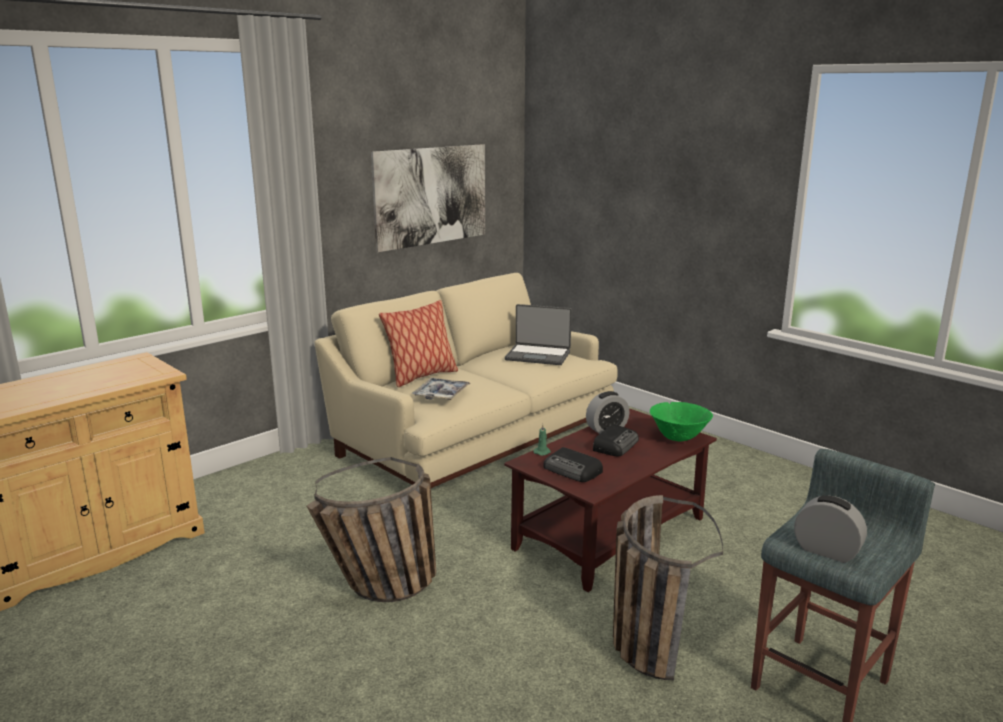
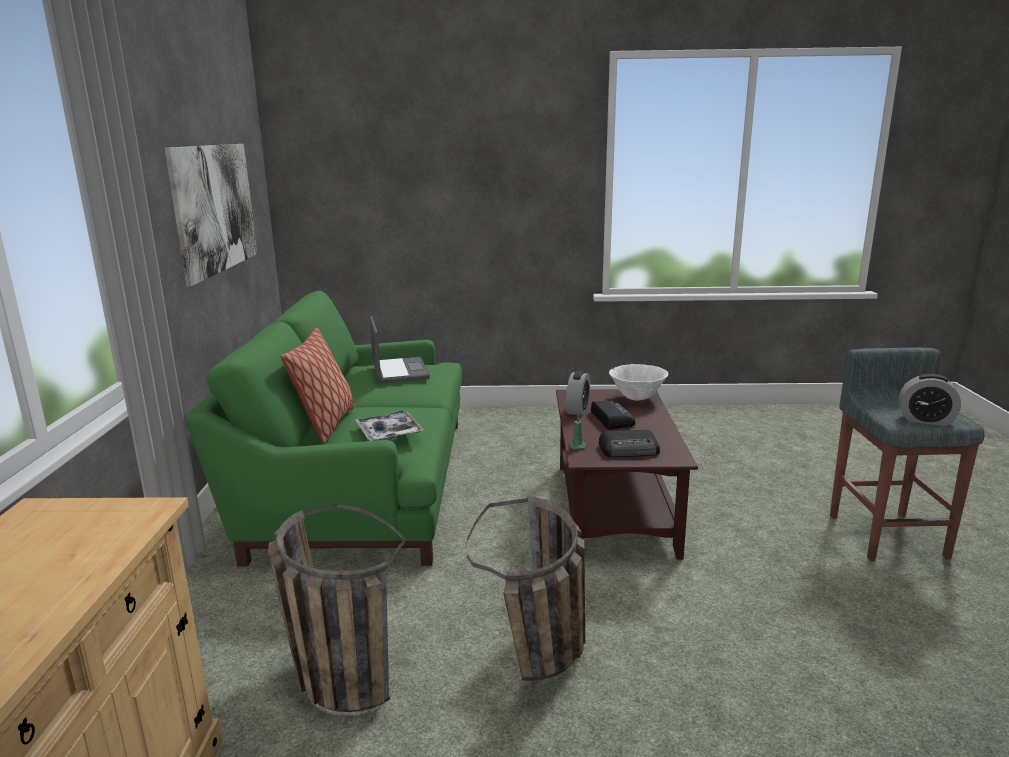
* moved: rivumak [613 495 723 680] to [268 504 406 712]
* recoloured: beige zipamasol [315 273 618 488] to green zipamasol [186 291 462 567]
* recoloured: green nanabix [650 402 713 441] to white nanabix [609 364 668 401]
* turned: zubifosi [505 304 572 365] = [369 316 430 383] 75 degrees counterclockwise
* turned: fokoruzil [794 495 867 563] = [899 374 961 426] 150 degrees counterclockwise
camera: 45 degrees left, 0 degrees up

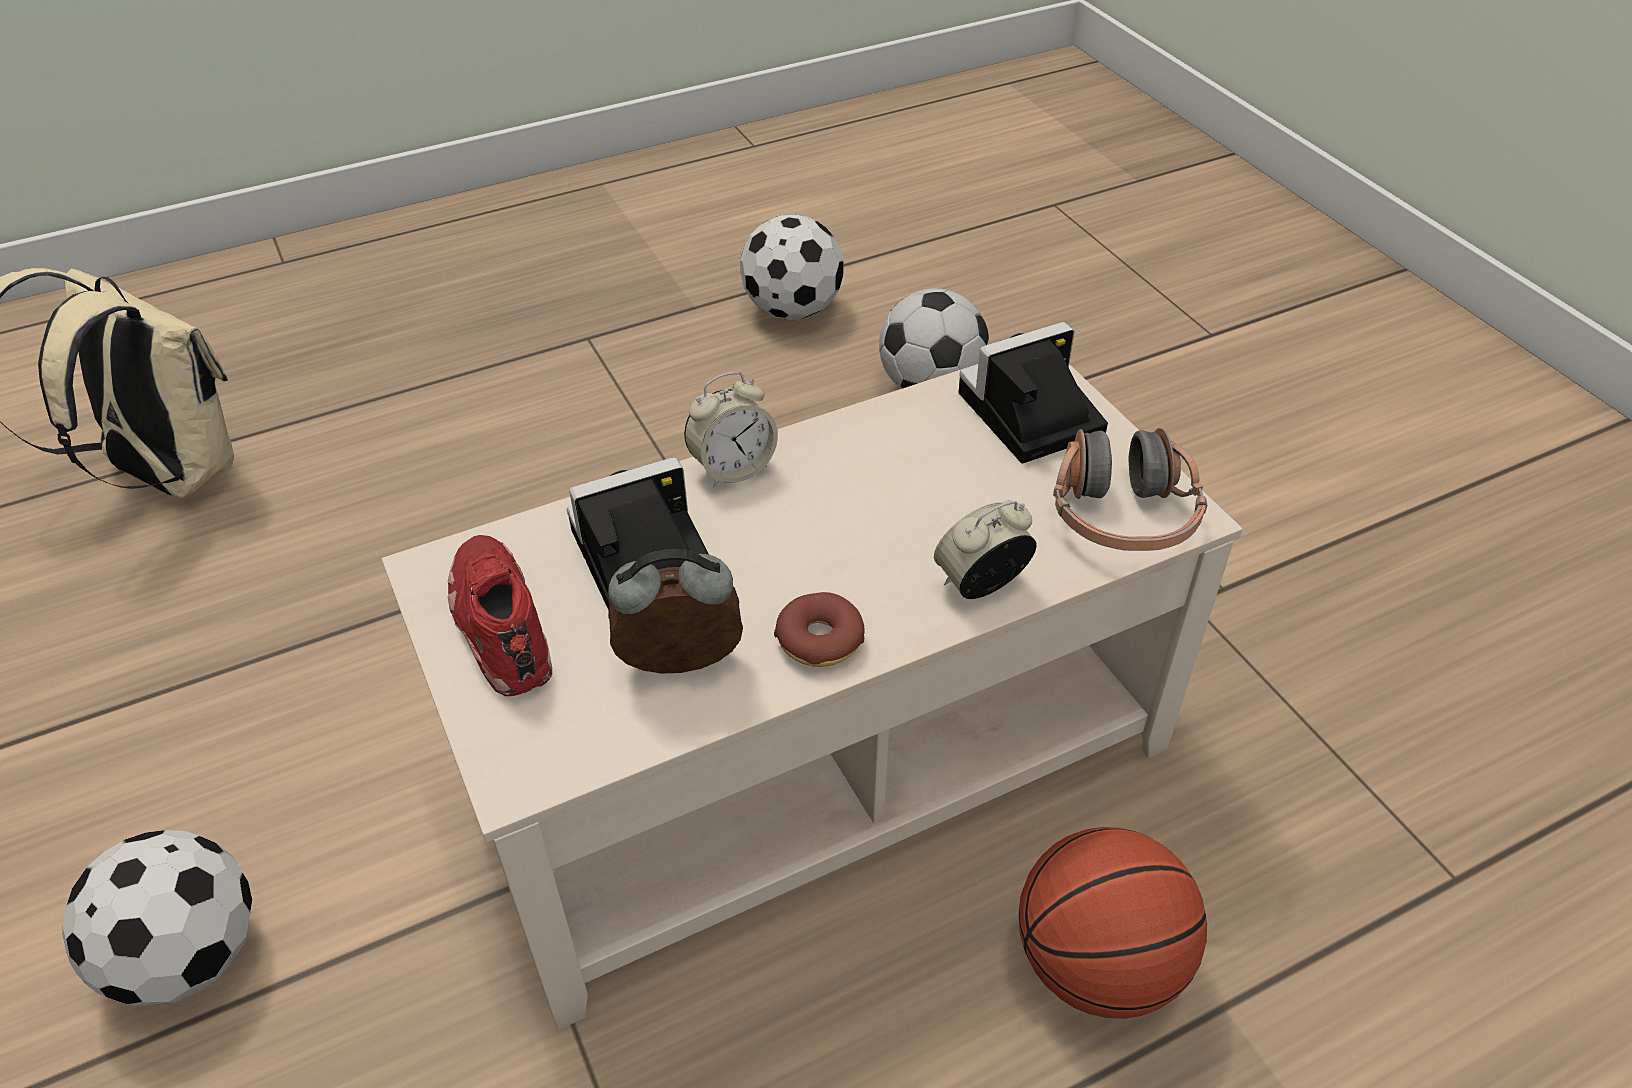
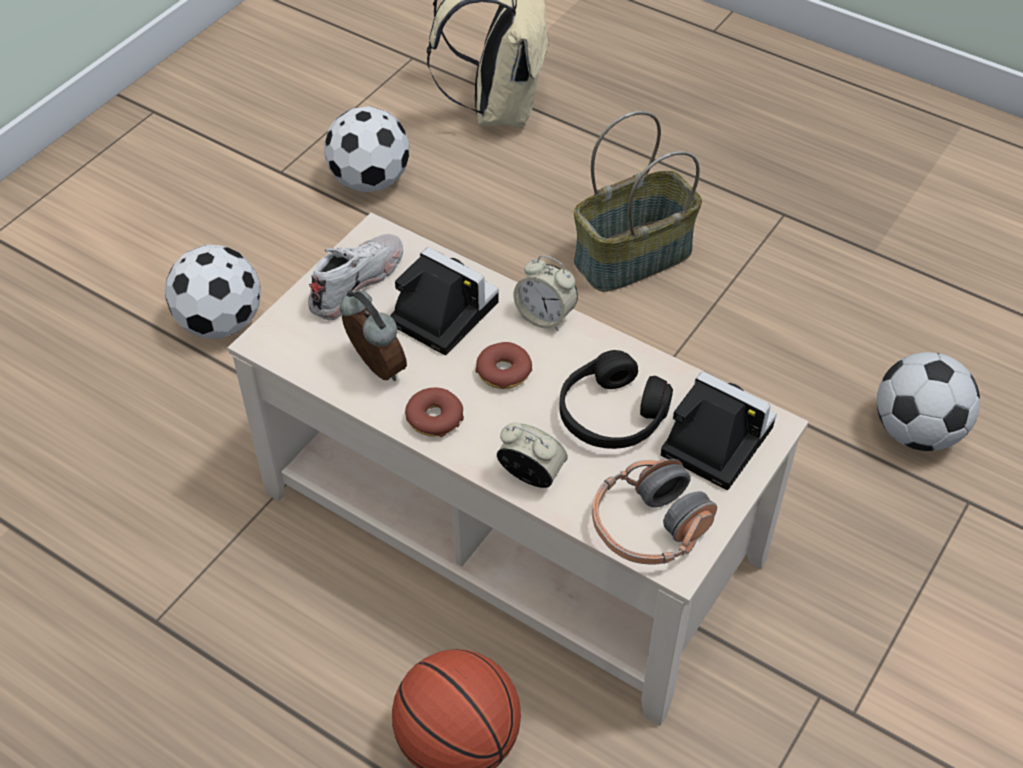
* added: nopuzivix [475 342 532 389]
* added: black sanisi [559 350 673 449]
* added: rivumak [574 111 702 292]
* moved: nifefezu [740 214 844 320] to [324 106 410 192]
* recoloured: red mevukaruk [448 535 552 696] to white mevukaruk [308 234 403 320]
camera: 60 degrees right, 5 degrees up

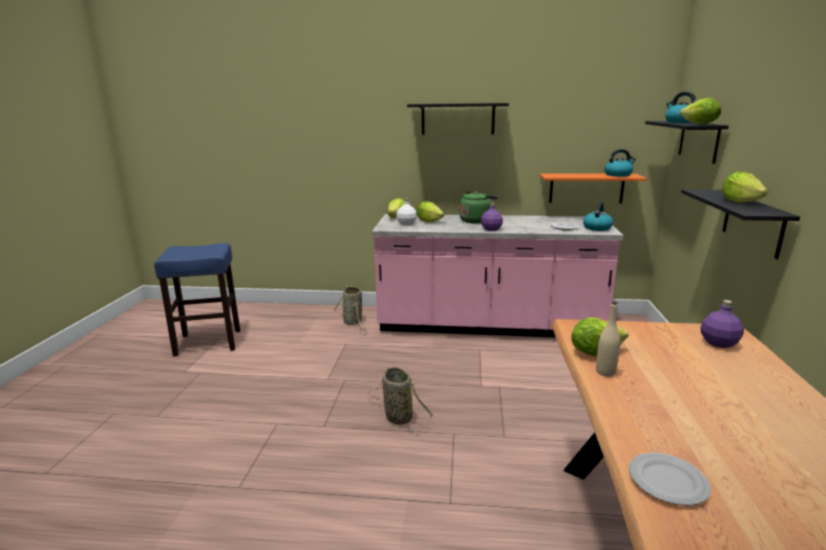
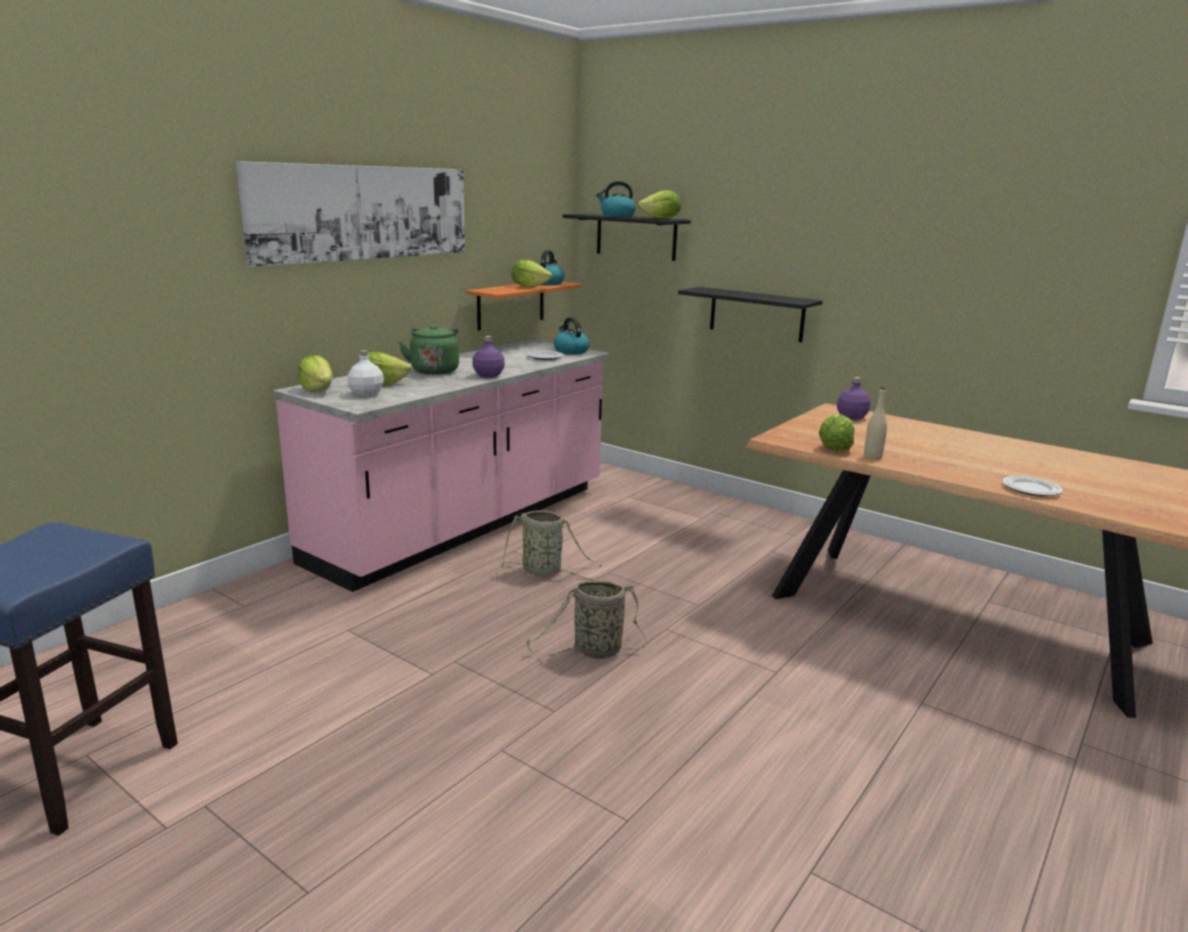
* moved: rivumak [334 285 367 331] to [500 510 602 576]
* moved: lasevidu [722 172 768 203] to [511 259 552 288]
* replaced: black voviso [407 103 509 135] to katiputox [236 161 465 267]
camera: 60 degrees left, 0 degrees up

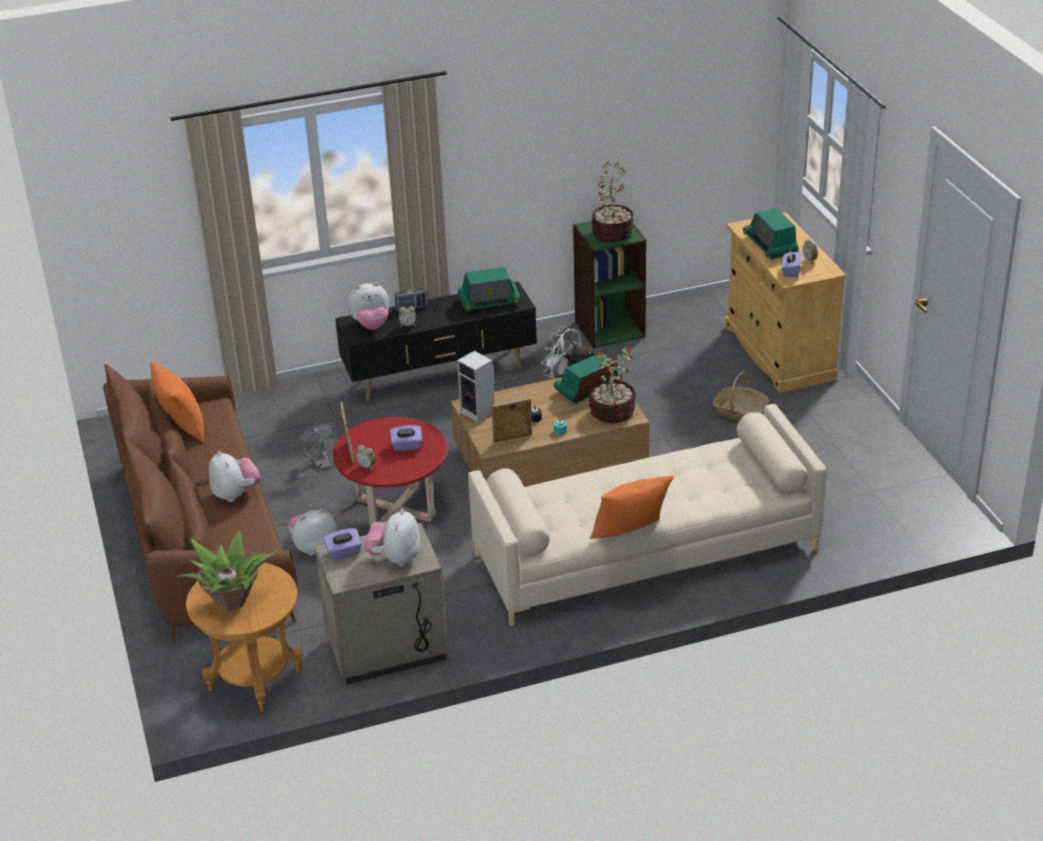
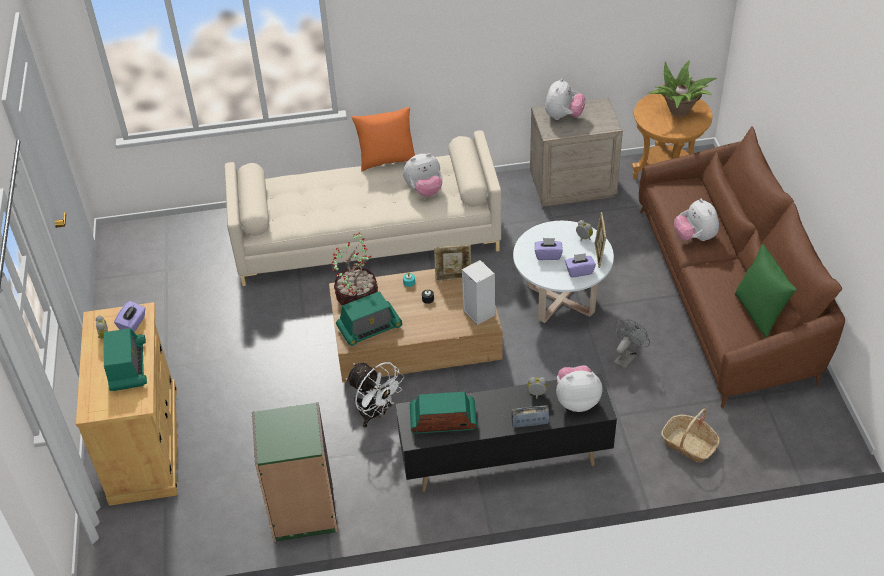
* removed: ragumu [592 161 634 243]
* moved: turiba [288 509 337 556] to [403 153 442 197]
* moved: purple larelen [323 528 362 560] to [565 253 596 278]
* moved: rivumak [713 371 769 421] to [661 408 720 463]
* recoloured: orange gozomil [150 361 204 442] to green gozomil [735 244 797 338]
* recoloured: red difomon [333 417 447 528] to white difomon [513 221 614 323]
* turned: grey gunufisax [299 422 341 470] = [614 319 650 369] 45 degrees clockwise
camera: 170 degrees left, 10 degrees up

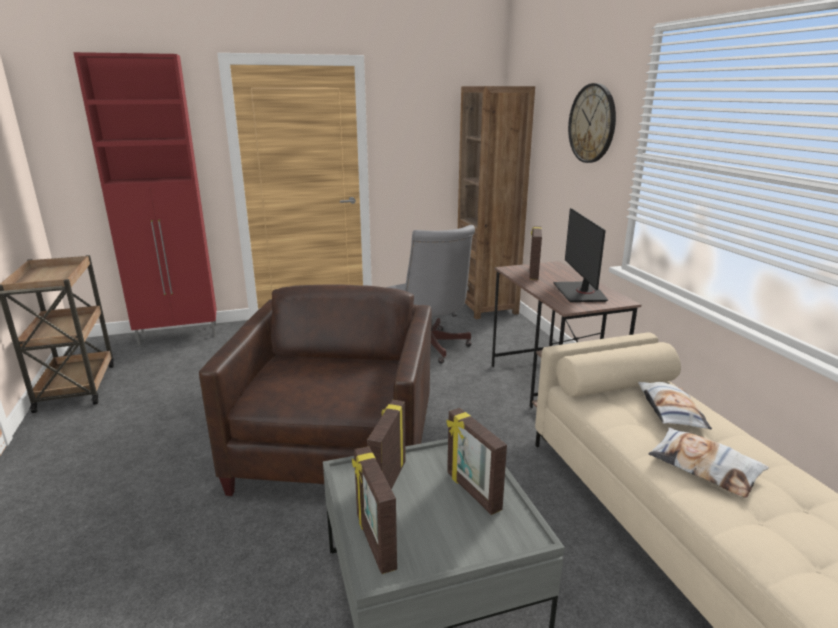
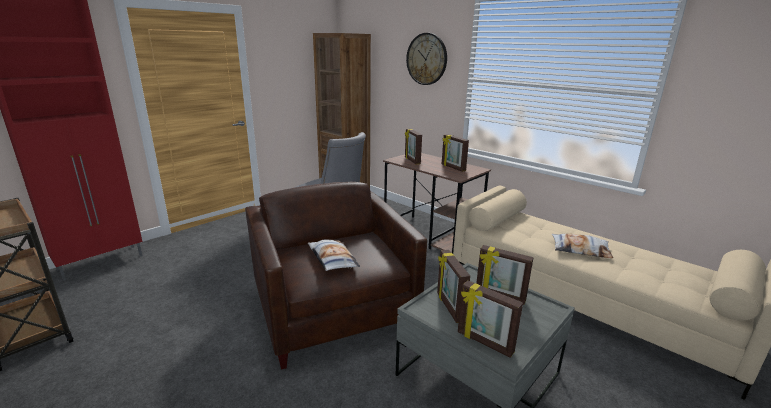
* moved: gozomil [638 382 712 429] to [308 239 360 271]
* replaced: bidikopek [553 208 608 302] to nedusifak [442 134 469 172]
camera: 30 degrees left, 0 degrees up

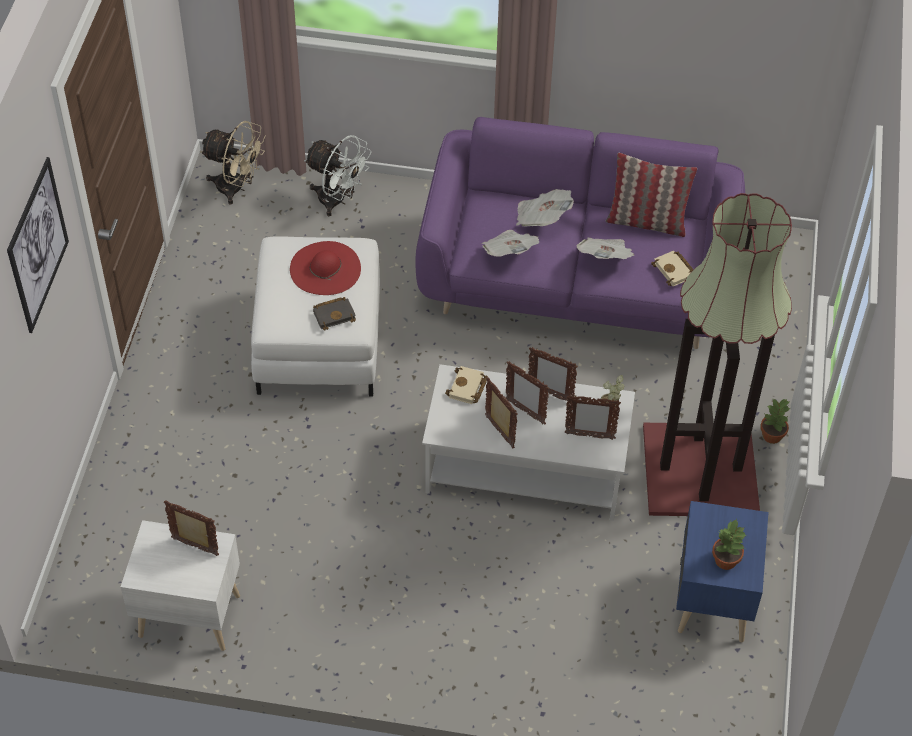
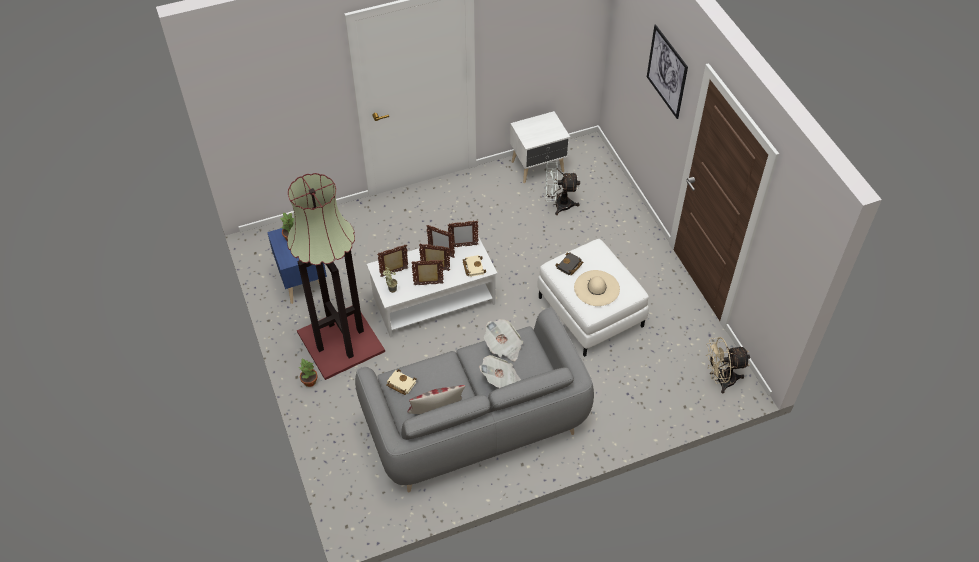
* removed: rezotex [576 238 635 259]
* moved: nedusifak [164 500 219 556] to [448 220 478 247]
* moved: white gunufisax [304 135 371 217] to [546 162 580 215]
* recoloured: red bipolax [290 241 361 295] to beige bipolax [574 270 620 306]
* recoloured: purple zipamasol [415 117 745 349] to grey zipamasol [355 307 594 492]
camera: 150 degrees right, 0 degrees up

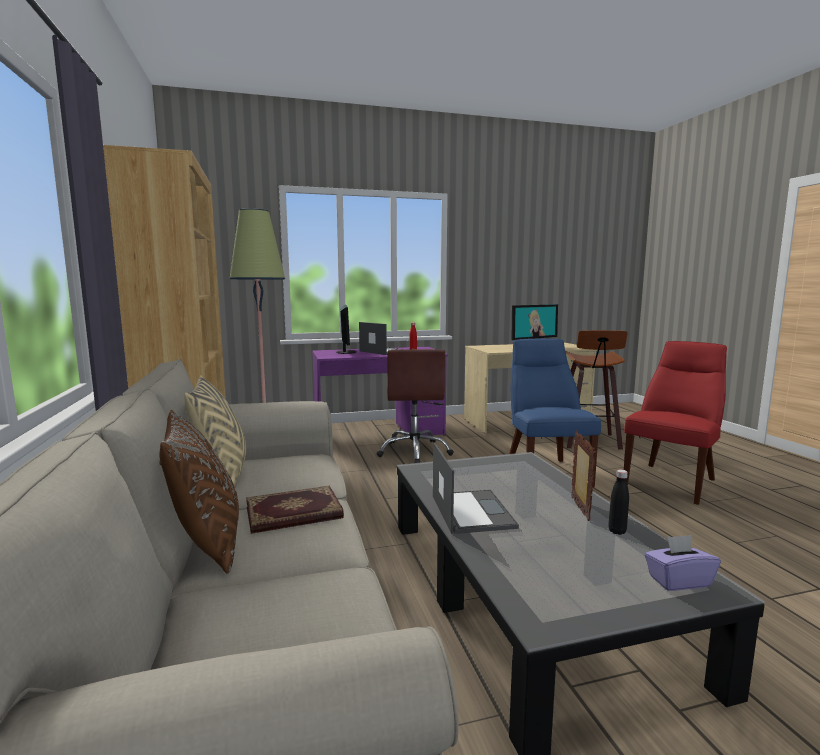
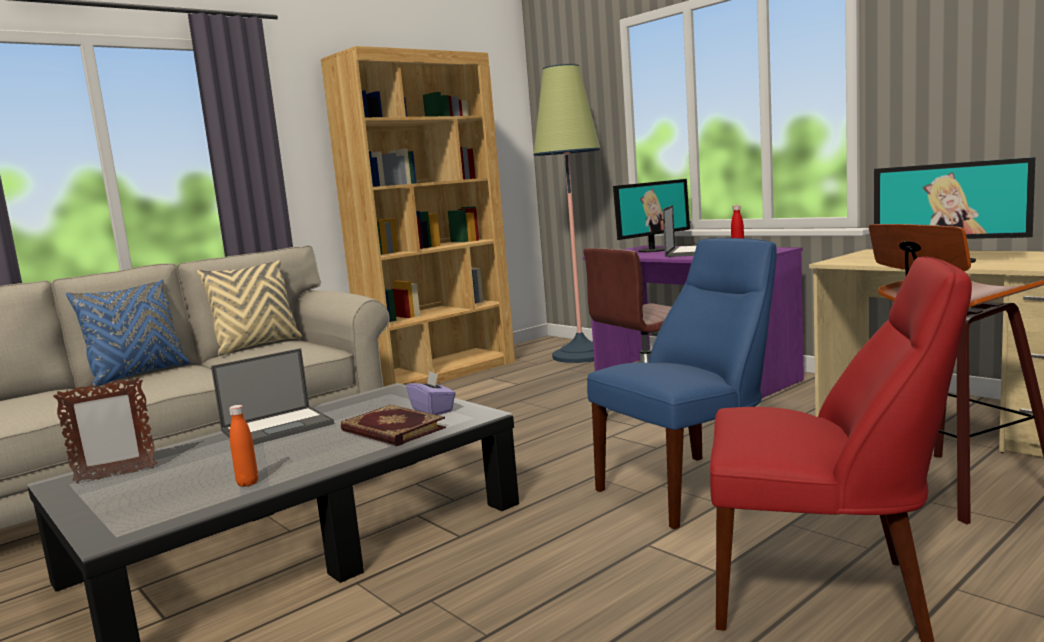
* moved: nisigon [246 486 344 534] to [341 405 446 446]
* moved: nedusifak [571 430 596 521] to [53 377 157 483]
* moved: purple larelen [644 535 721 591] to [406 371 456 415]
* recoloured: brown gozomil [159 409 239 574] to blue gozomil [66 280 190 388]
* recoloured: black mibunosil [608 470 629 535] to orange mibunosil [229 405 258 487]
camera: 65 degrees right, 0 degrees up

